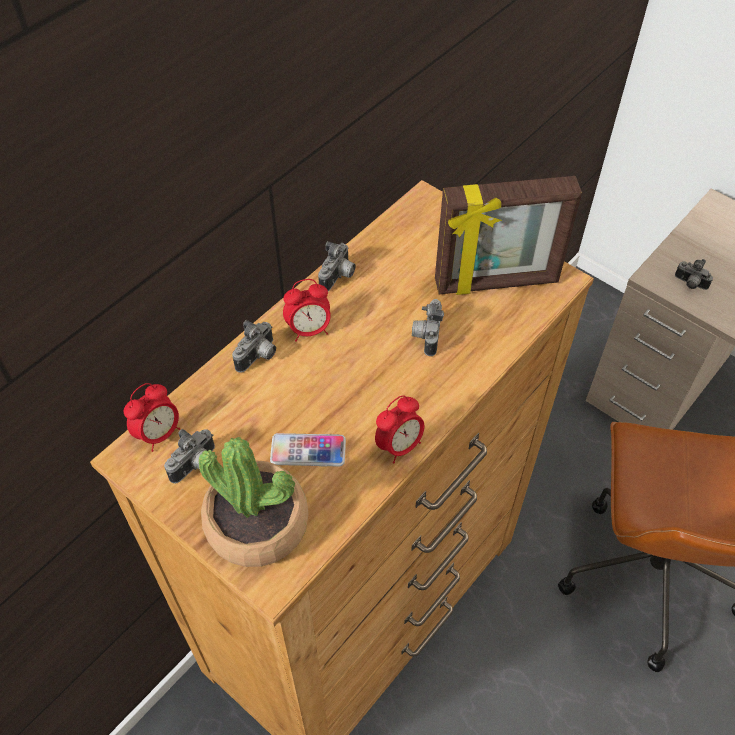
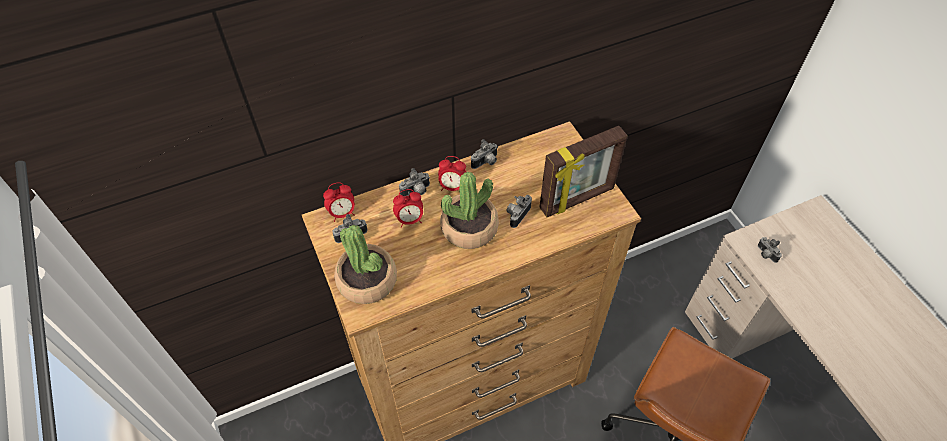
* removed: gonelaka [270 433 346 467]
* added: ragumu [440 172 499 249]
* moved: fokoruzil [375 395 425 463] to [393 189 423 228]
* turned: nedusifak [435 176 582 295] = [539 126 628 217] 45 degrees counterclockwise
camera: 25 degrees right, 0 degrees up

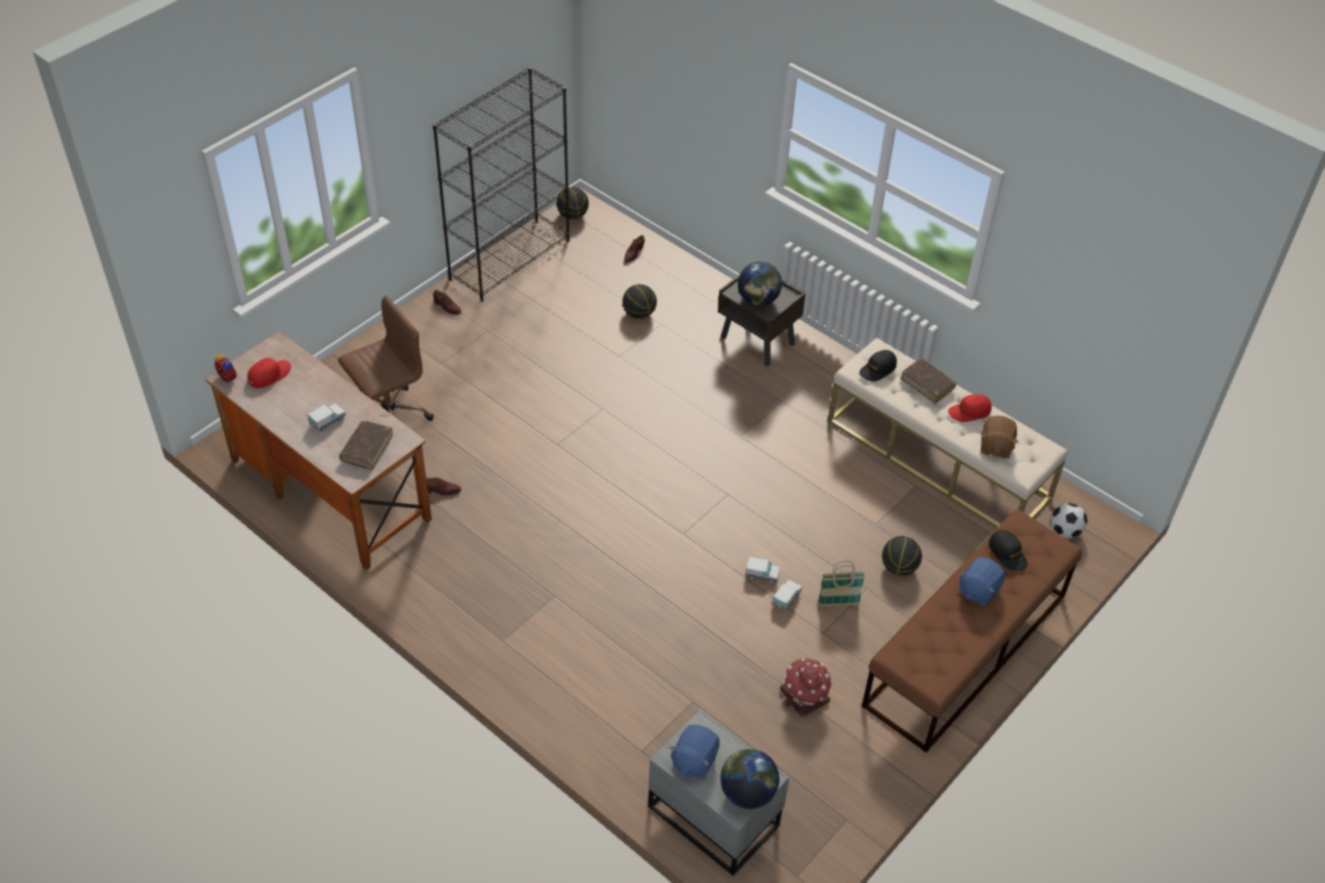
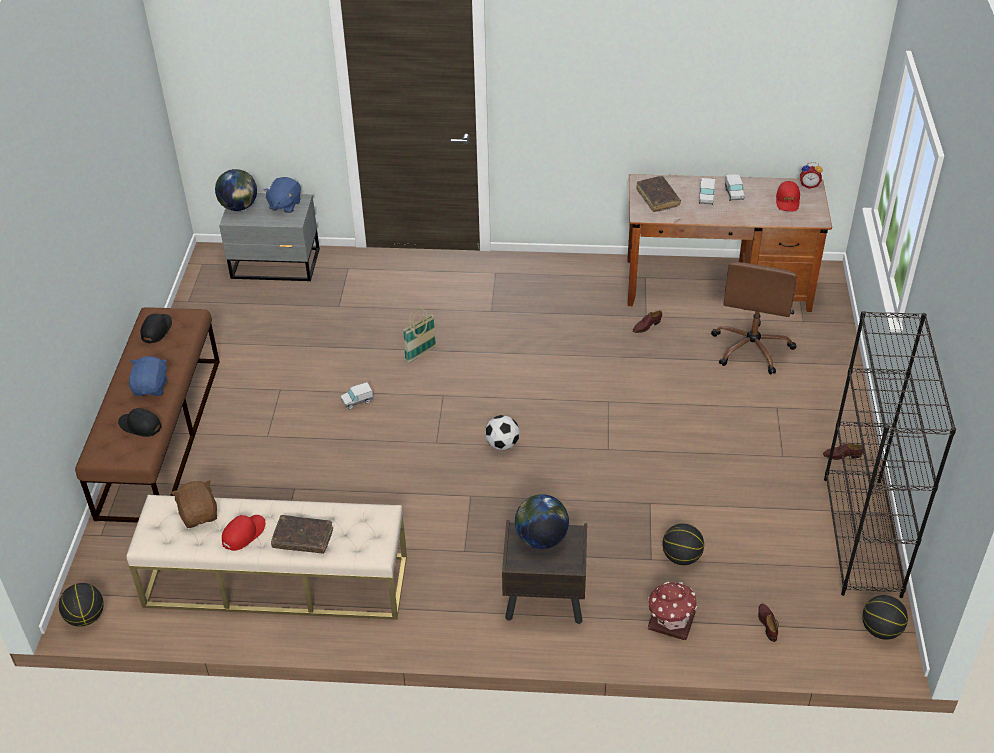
* moved: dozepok [773 579 802 611] to [725 174 745 201]
* moved: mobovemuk [780 658 832 717] to [648 581 697 641]
* moved: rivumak [818 561 865 606] to [403 307 436 363]
* moved: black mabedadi [859 350 897 381] to [140 314 172 343]
* moved: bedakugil [882 536 922 576] to [59 583 104 627]
* moved: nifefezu [1051 503 1088 539] to [485 415 520 450]
* turned: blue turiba [669 725 720 779] = [264 177 301 213] 150 degrees counterclockwise
camera: 145 degrees right, 5 degrees down

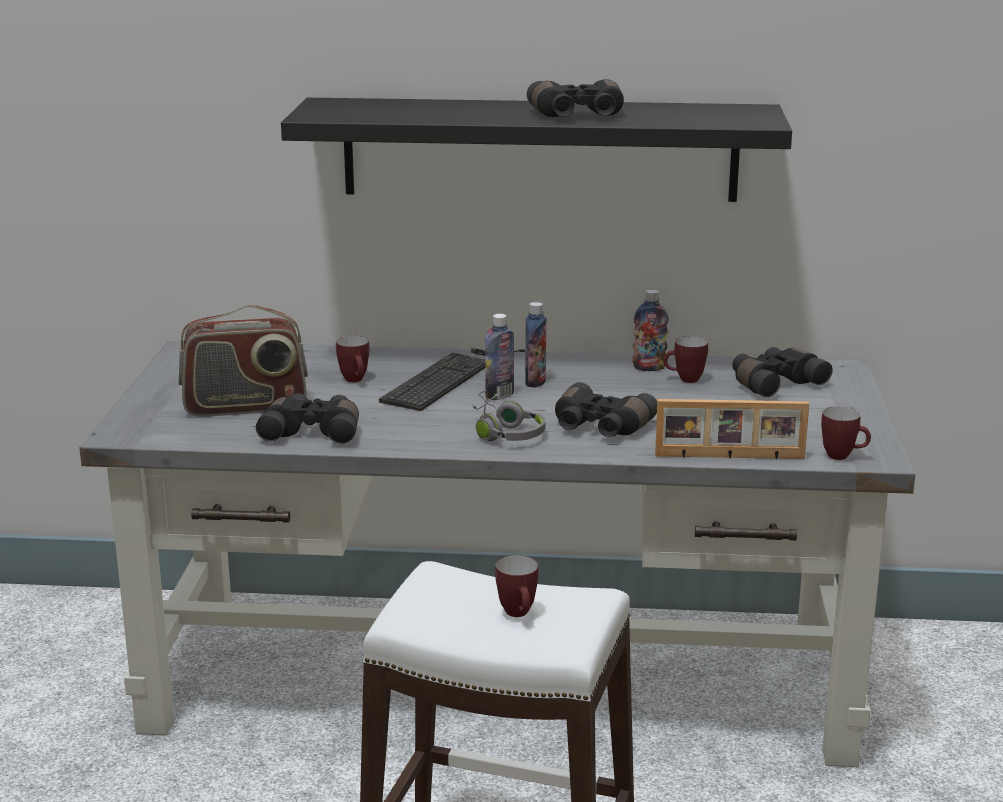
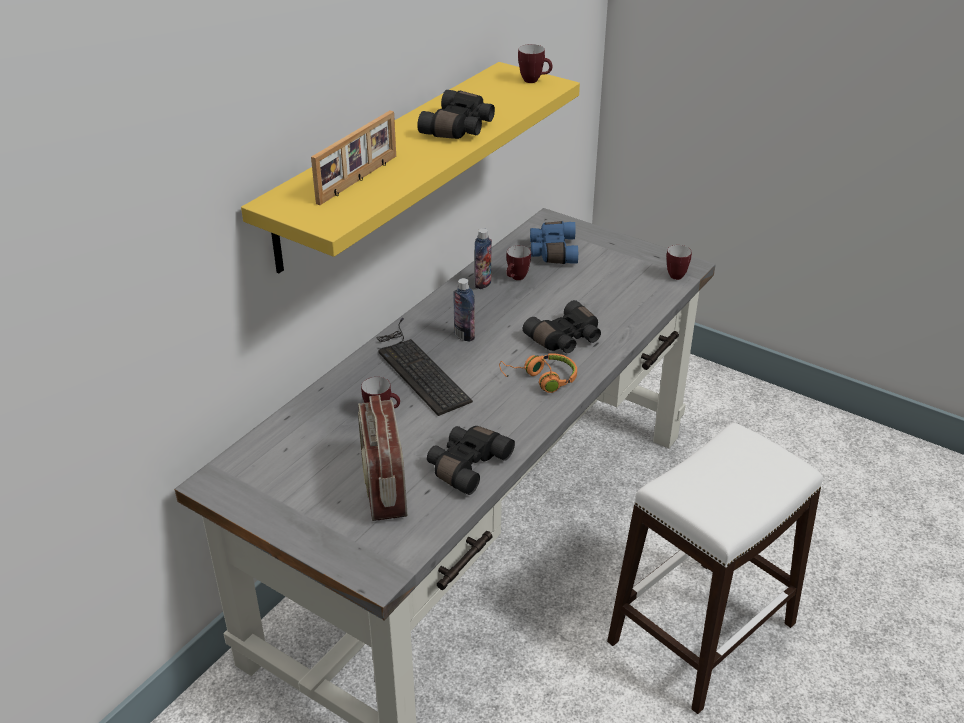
* removed: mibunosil [485 314 514 400]
* moved: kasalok [495 555 539 617] to [518 44 552 83]
* moved: nedusifak [655 399 809 460] to [311 111 396 205]
* recoloured: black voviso [281 98 792 202] to yellow voviso [241 62 580 273]
* recoloured: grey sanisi [472 391 545 441] to orange sanisi [499 353 577 393]
* recoloured: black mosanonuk [732 347 833 398] to blue mosanonuk [530 221 578 264]
* turned: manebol [179 305 308 417] = [358 395 407 521] 150 degrees clockwise
camera: 60 degrees left, 15 degrees up

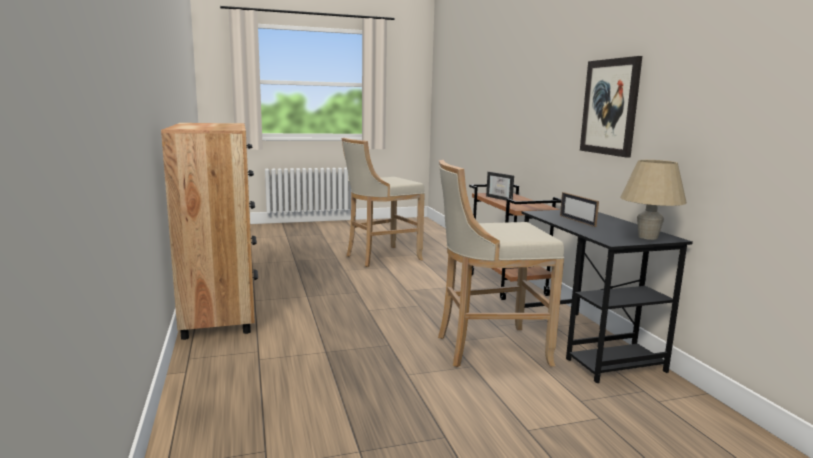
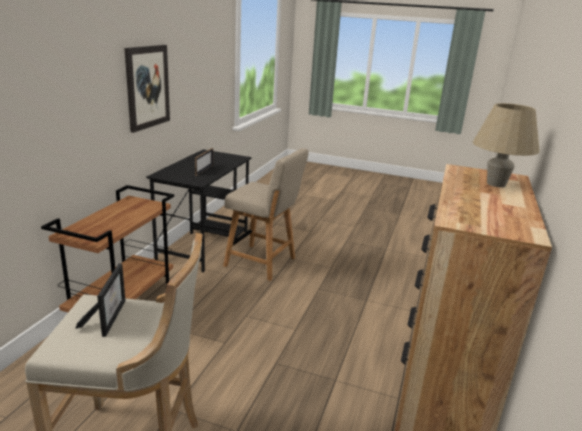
* moved: nedusifak [486 172 514 201] to [76 263 126 337]
* moved: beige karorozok [620 160 687 240] to [473 103 540 187]
* replaced: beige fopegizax [438 160 564 367] to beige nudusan [223 148 309 281]
camera: 145 degrees left, 10 degrees up

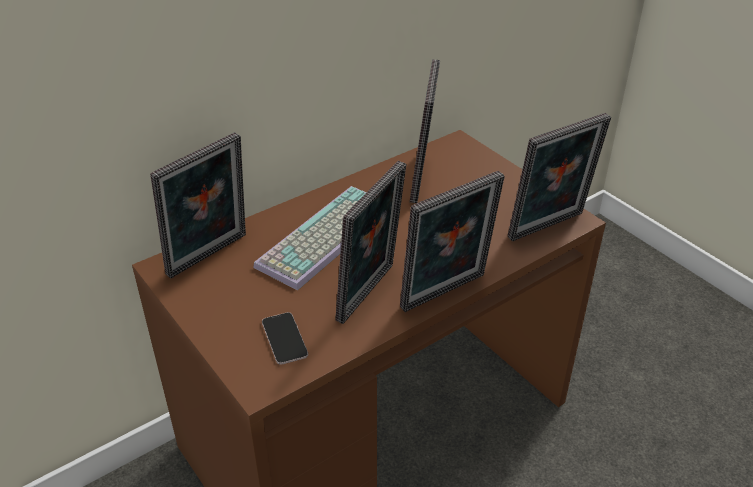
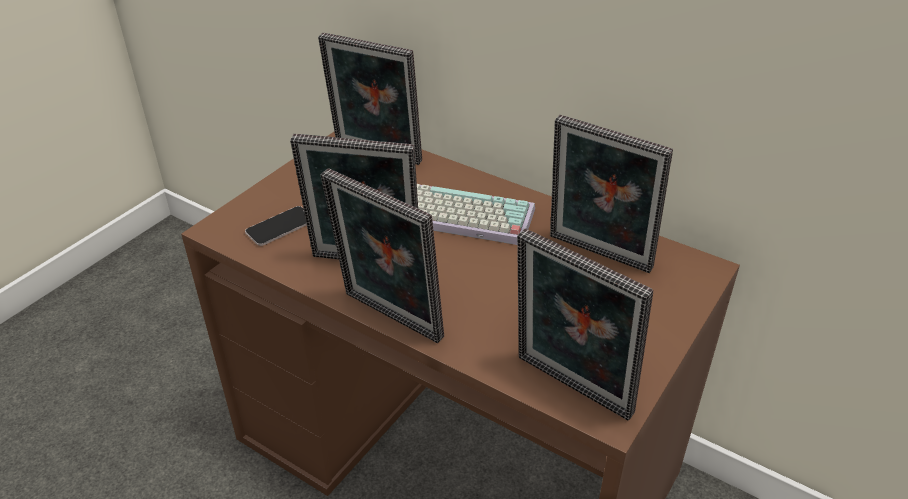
* turned: nedusifak [410 59 440 203] = [550 115 673 273] 45 degrees clockwise
camera: 70 degrees right, 0 degrees up

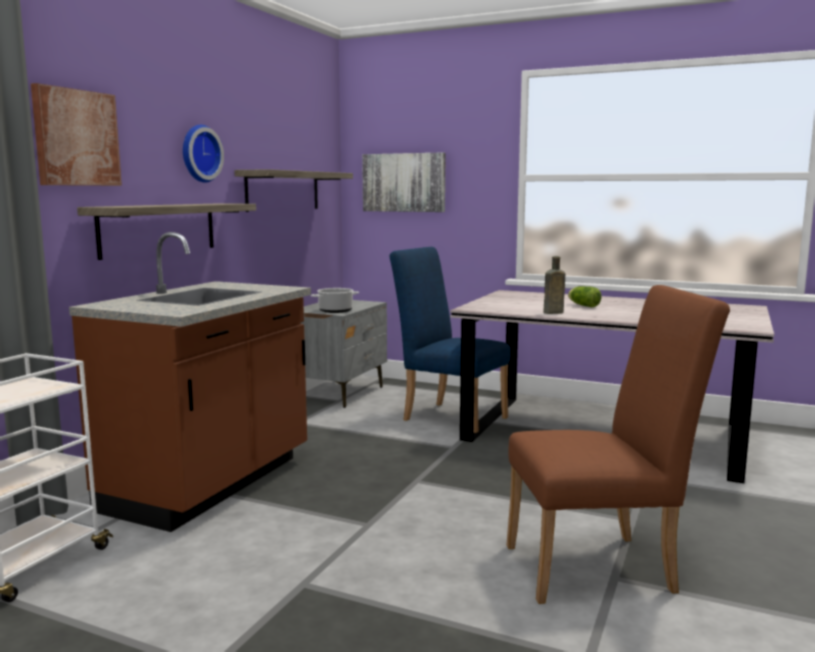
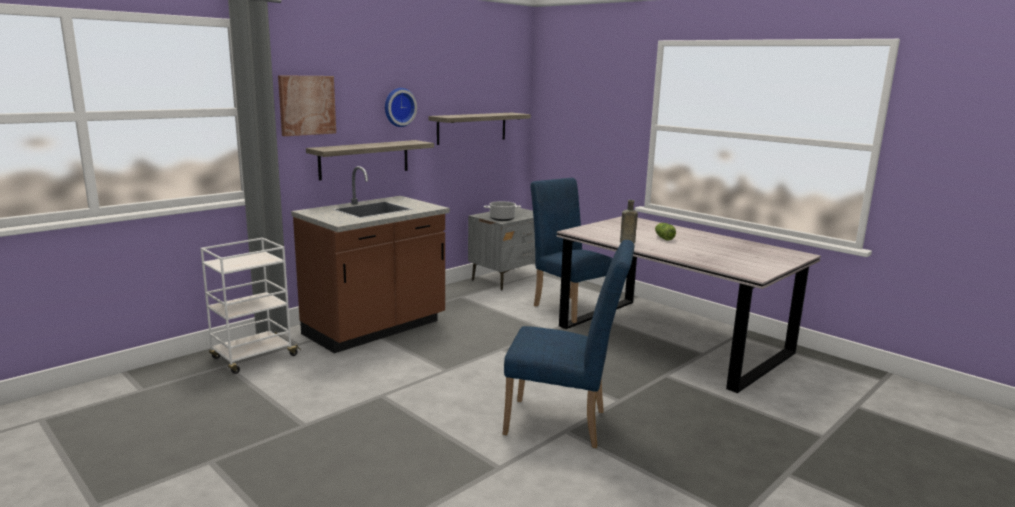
* removed: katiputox [362 152 446 212]
* recoloured: brown nudusan [507 285 730 604] to blue nudusan [503 240 635 448]
camera: 20 degrees right, 5 degrees up

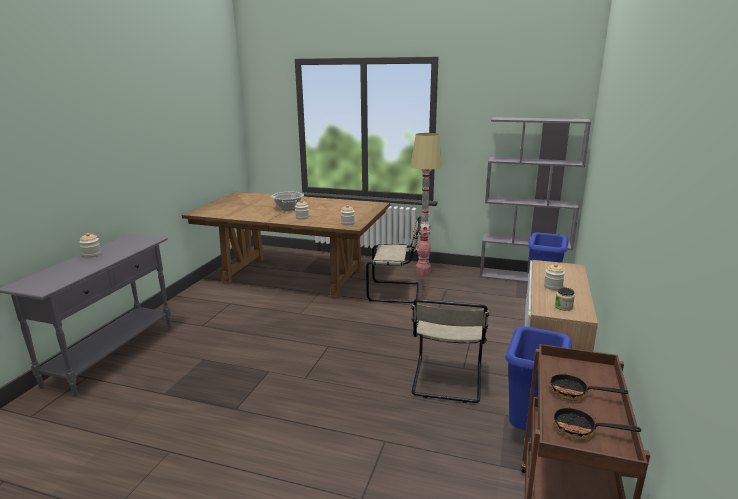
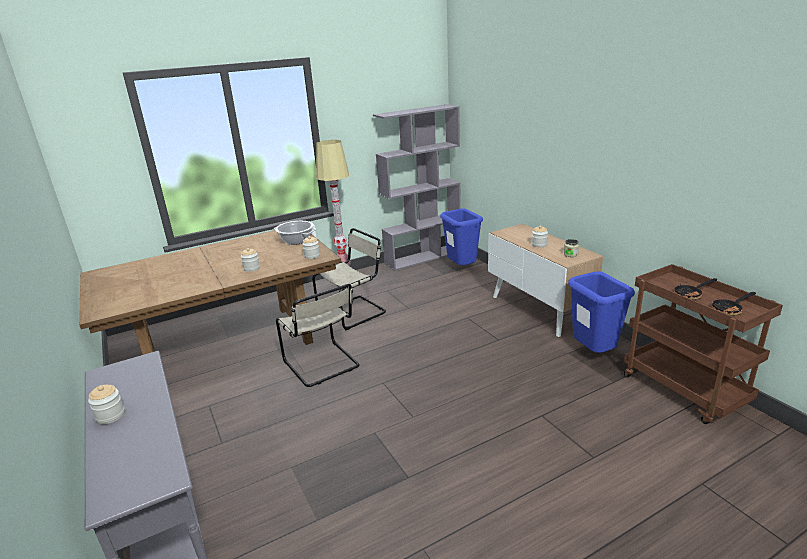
* moved: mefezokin [271 192 304 210] to [274 221 316 245]
* moved: beige nudusan [411 299 489 403] to [276 284 360 387]
camera: 45 degrees left, 5 degrees up

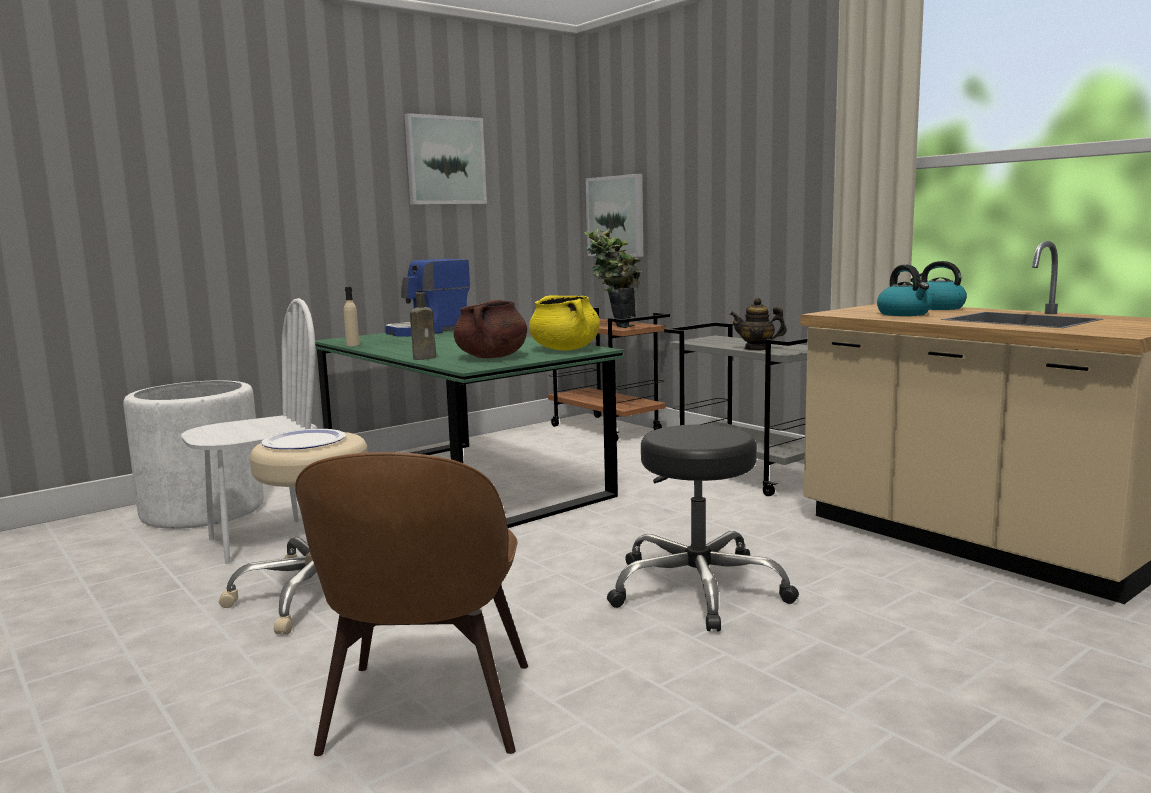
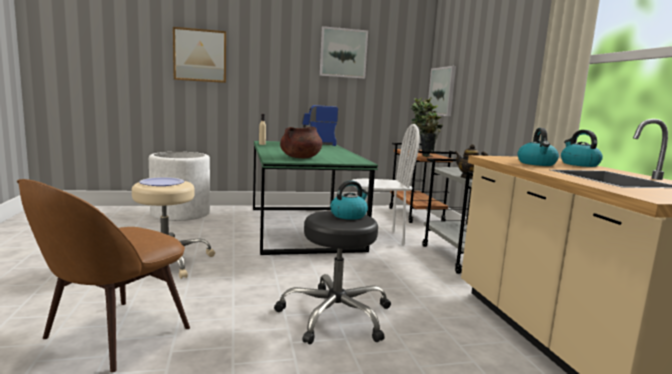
* removed: brown mibunosil [410 292 436 360]
* removed: yellow mefezokin [529 295 600 351]
* added: katiputox [173 27 226 83]
* added: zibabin [330 180 369 220]
* moved: white nudusan [181 298 317 564] to [352 124 420 245]
camera: 25 degrees right, 0 degrees up

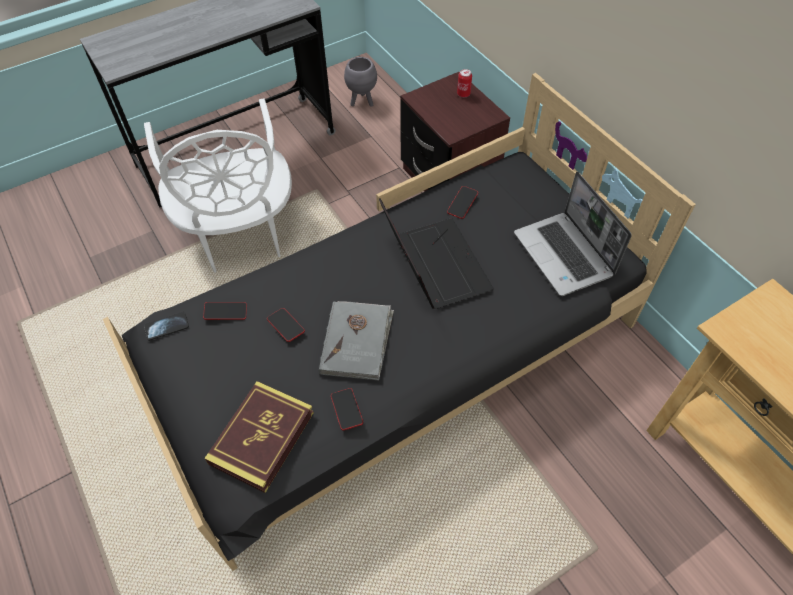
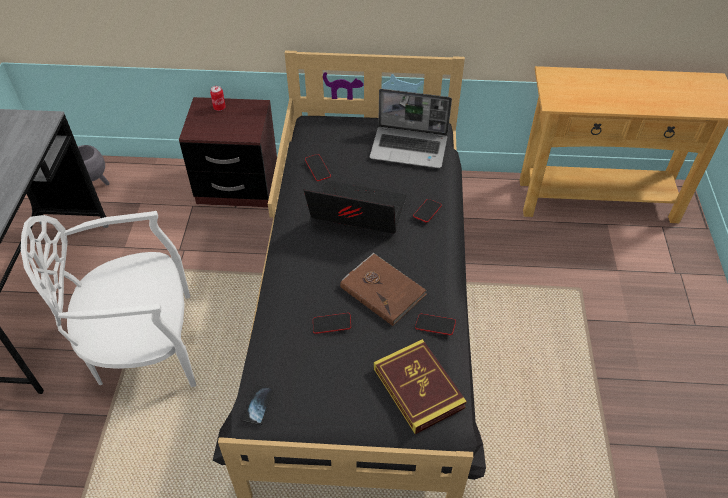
* moved: gonelaka [203 302 247 320] to [413 199 442 223]
* recoloured: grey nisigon [319 301 394 381] to brown nisigon [340 253 427 326]
* turned: white nudusan [144 98 292 273] = [21 211 196 387] 150 degrees clockwise
camera: 55 degrees left, 5 degrees down

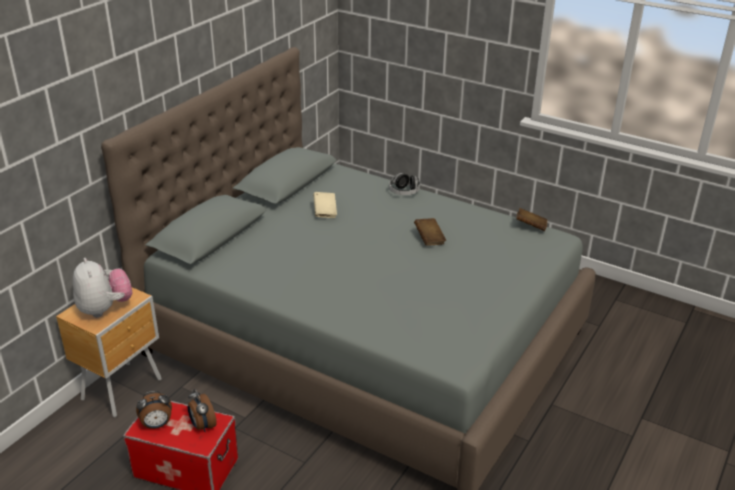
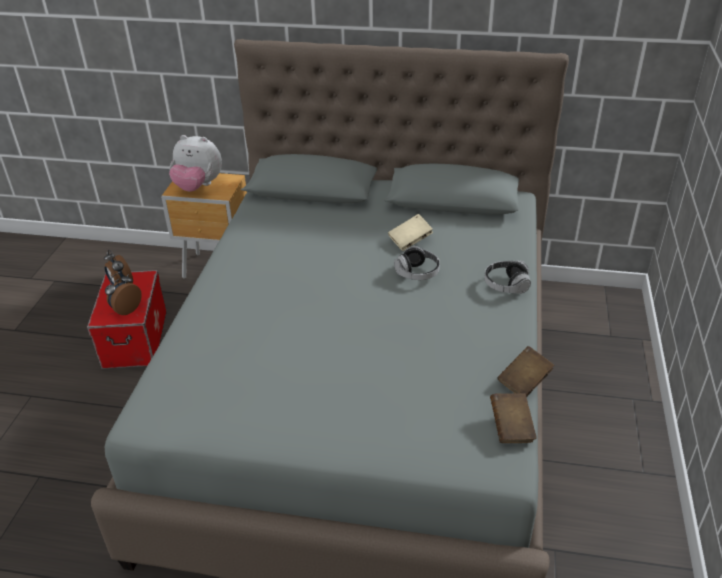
* added: sanisi [394 246 440 280]
* moved: brown nisigon [414 218 446 246] to [497 346 555 397]
* turned: turiba [73 258 132 318] = [169 135 222 192] 60 degrees clockwise
camera: 70 degrees right, 5 degrees up

